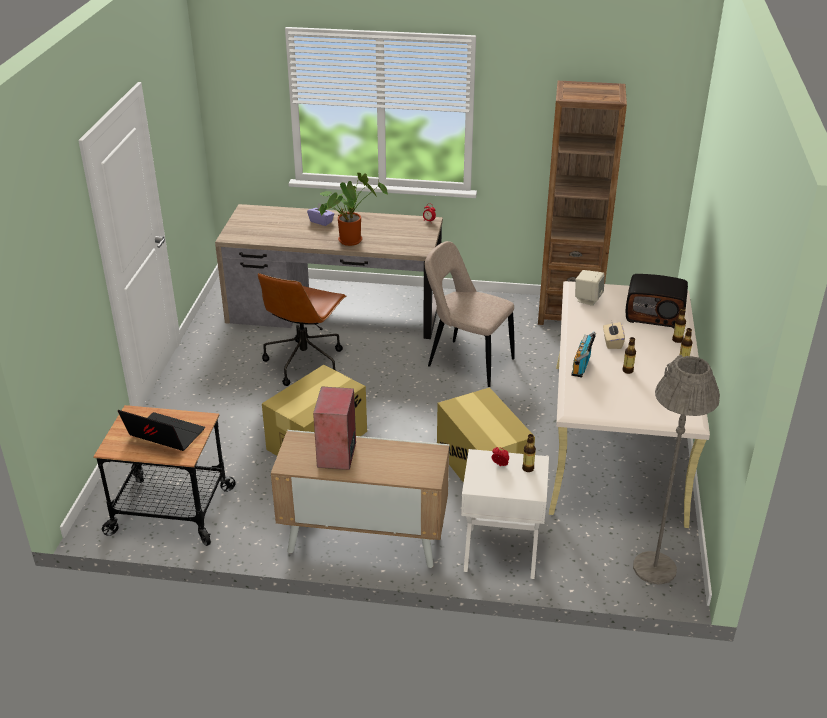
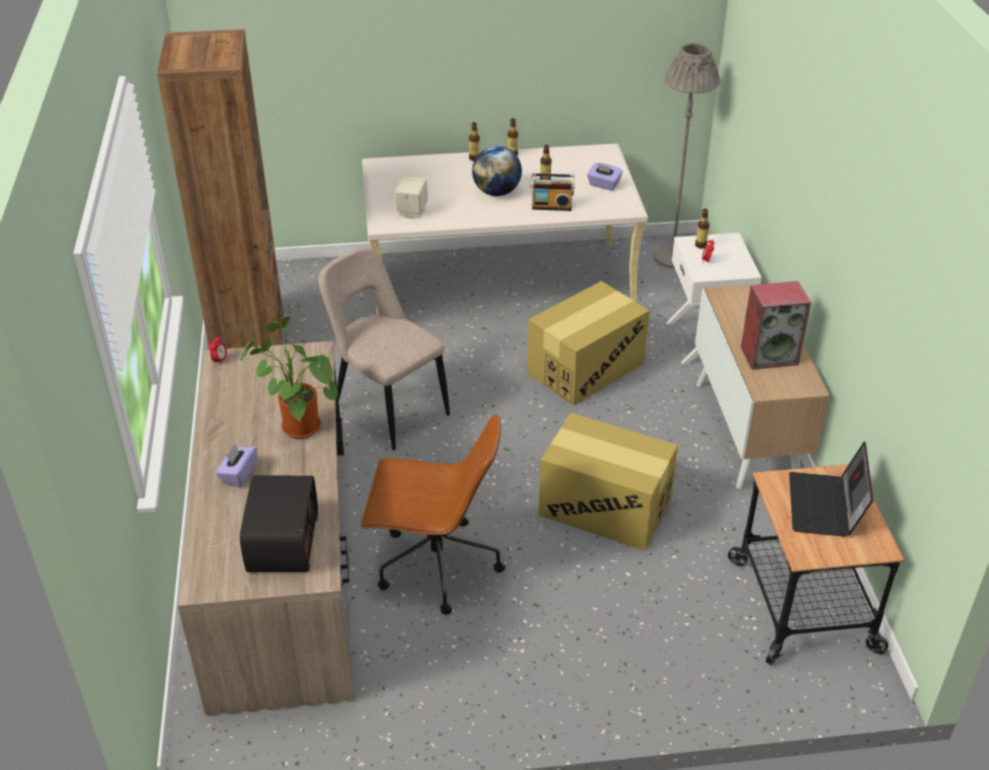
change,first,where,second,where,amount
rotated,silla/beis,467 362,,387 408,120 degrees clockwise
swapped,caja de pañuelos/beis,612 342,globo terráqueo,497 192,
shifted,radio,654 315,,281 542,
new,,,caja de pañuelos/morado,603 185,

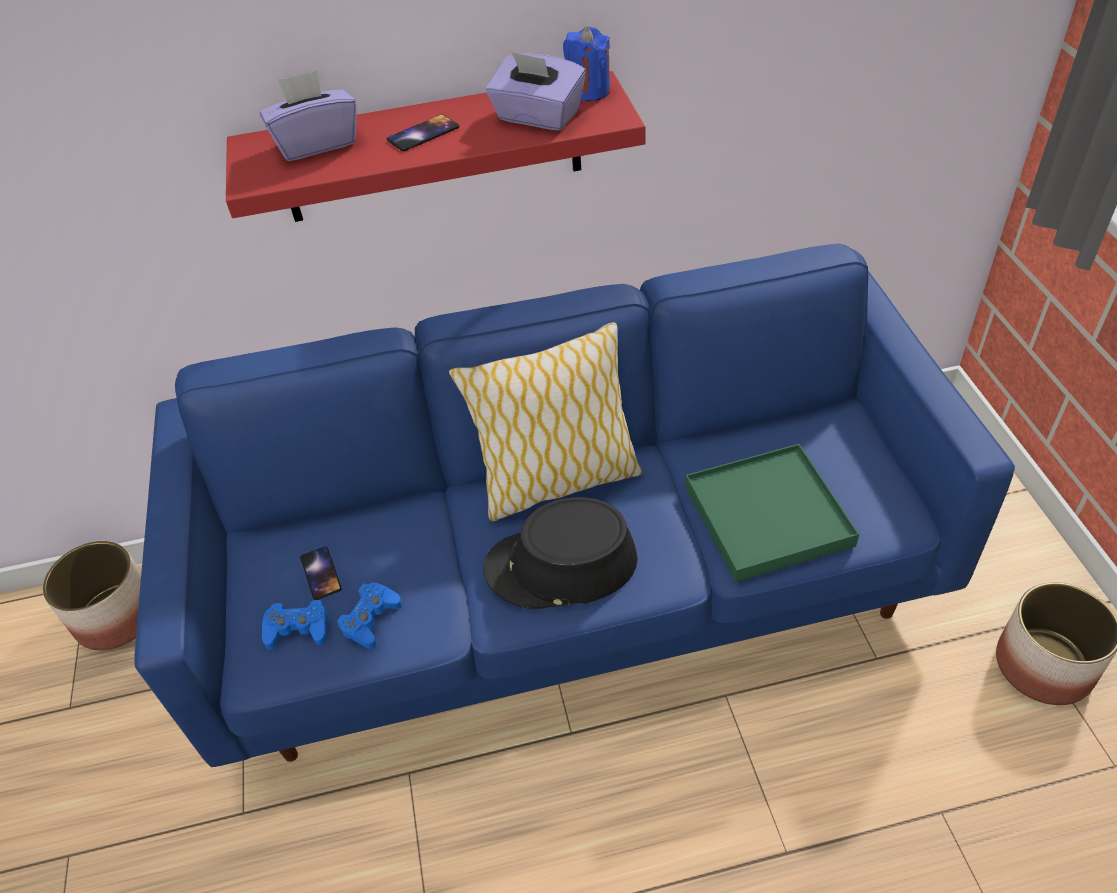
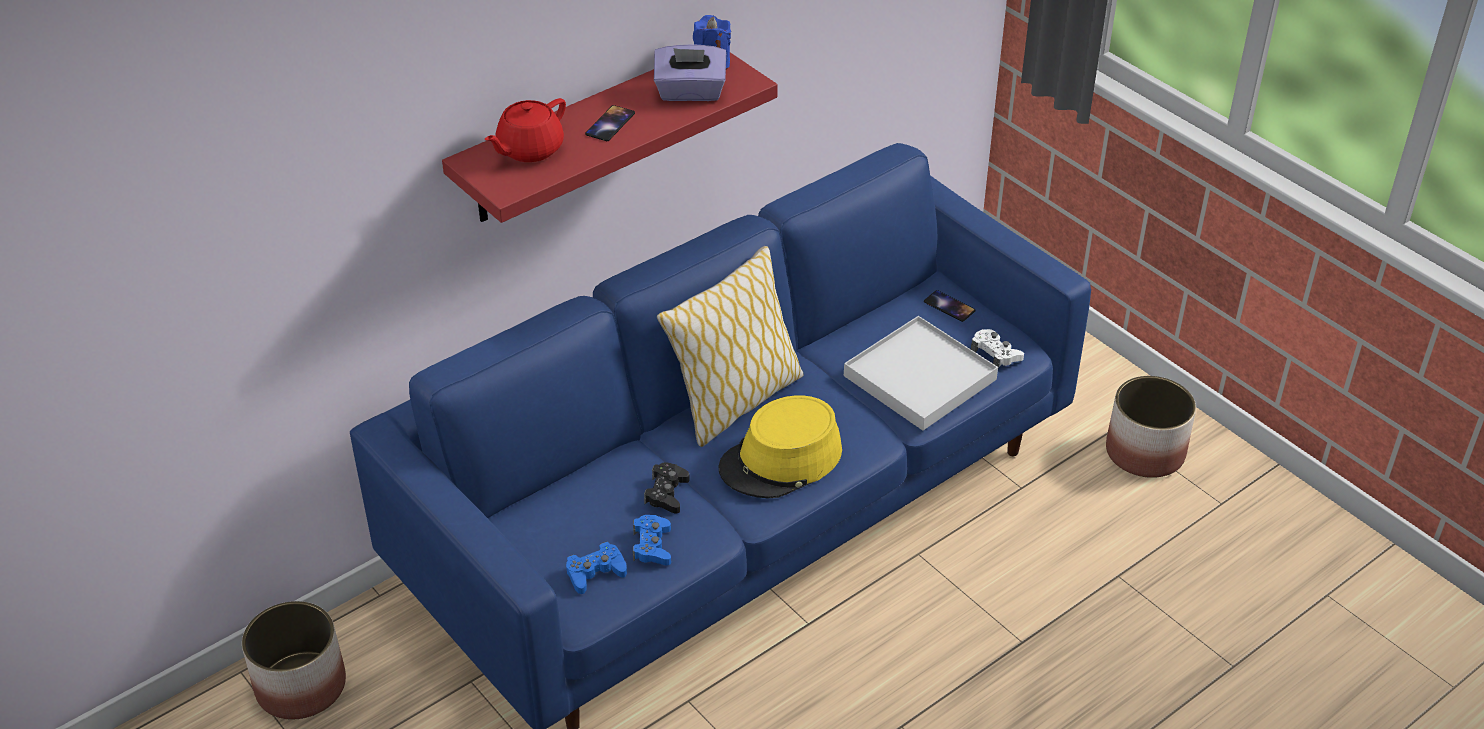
change,first,where,second,where,amount
swapped,caja de pañuelos/morado,316 144,tetera/rojo,529 149,
shifted,móvil,321 573,,949 306,
repainted,sombrero/negro,561 565,sombrero/amarillo,781 460,
repainted,bandeja/verde,768 515,bandeja/blanco,919 377,
new,,,mando de consola/negro,666 493,
new,,,mando de consola/blanco,996 354,

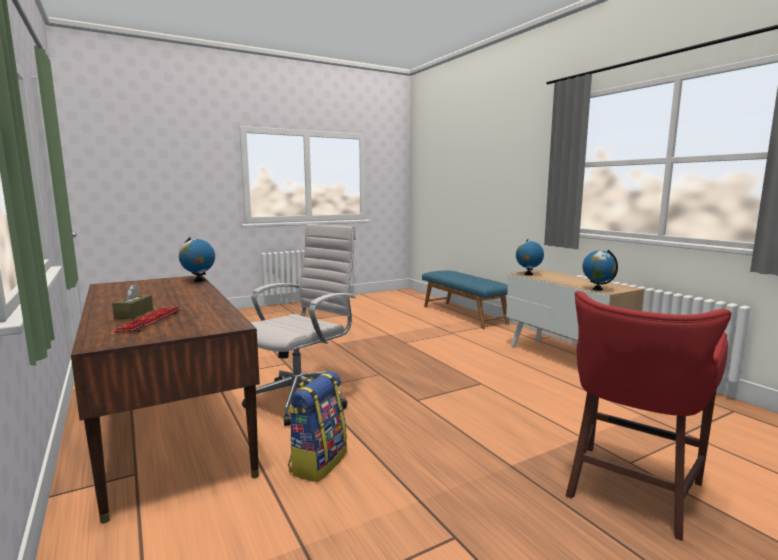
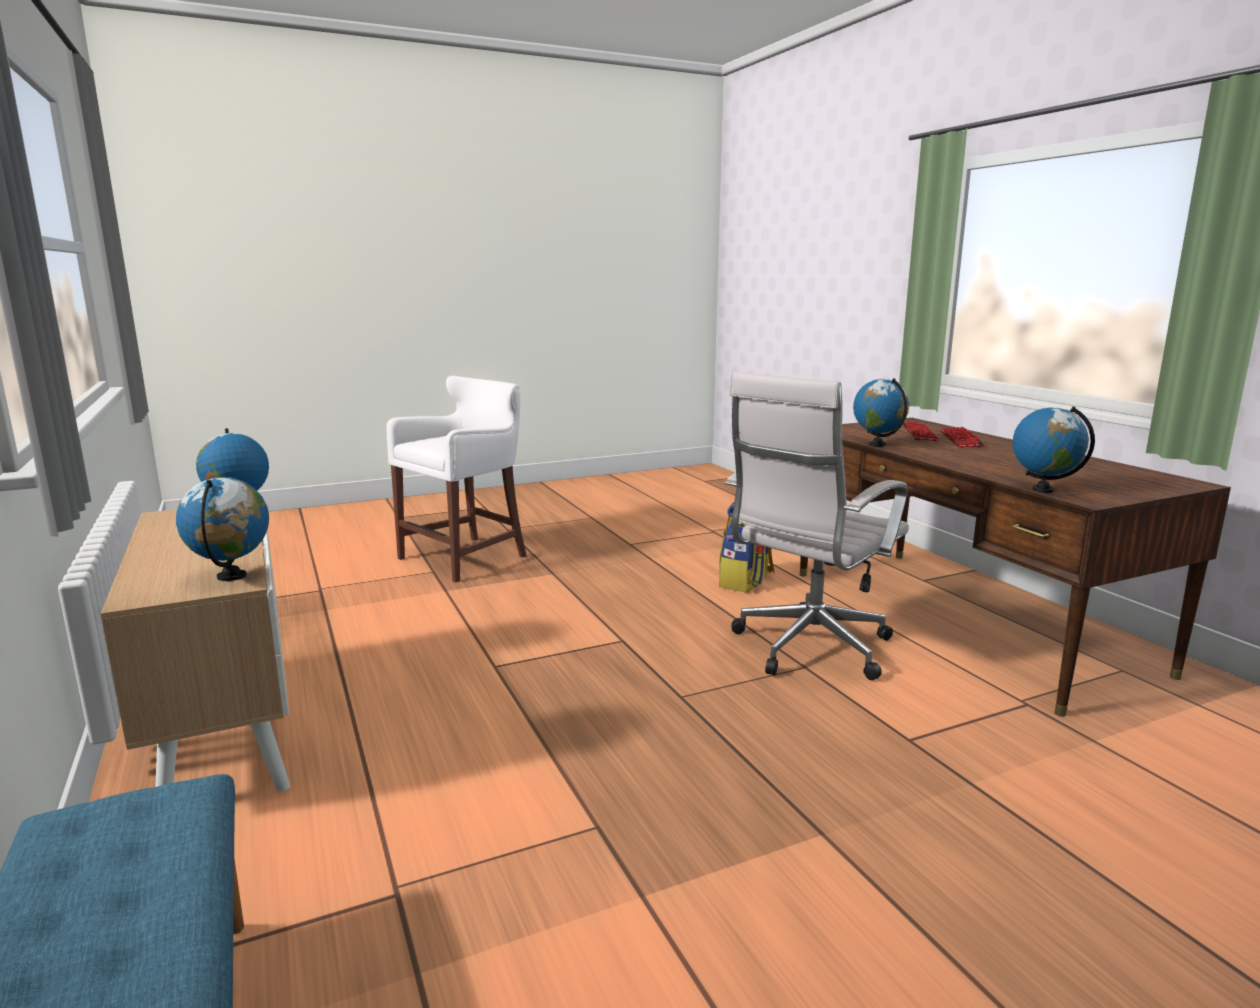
change,first,where,second,where,amount
swapped,caja de pañuelos/marrón,134 314,teclado,961 440,
repainted,taburete/rojo,630 490,taburete/blanco,467 557,
new,,,globo terráqueo,877 445,

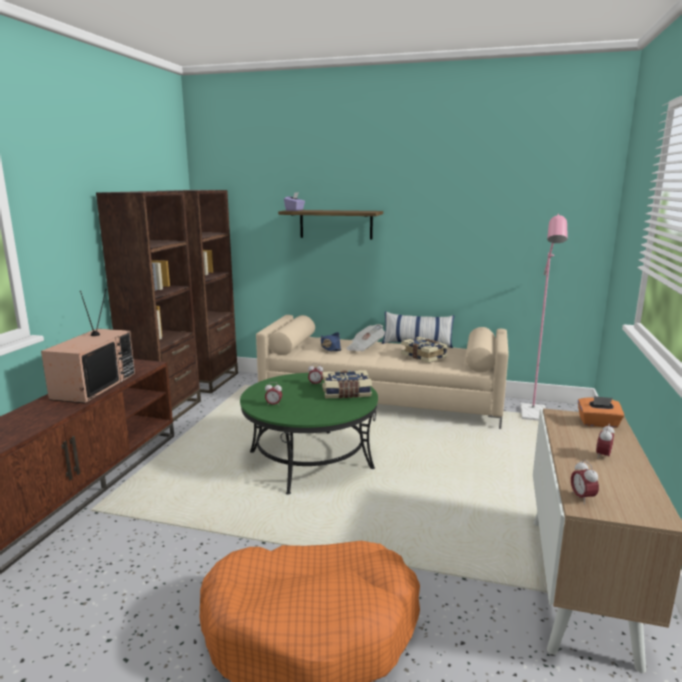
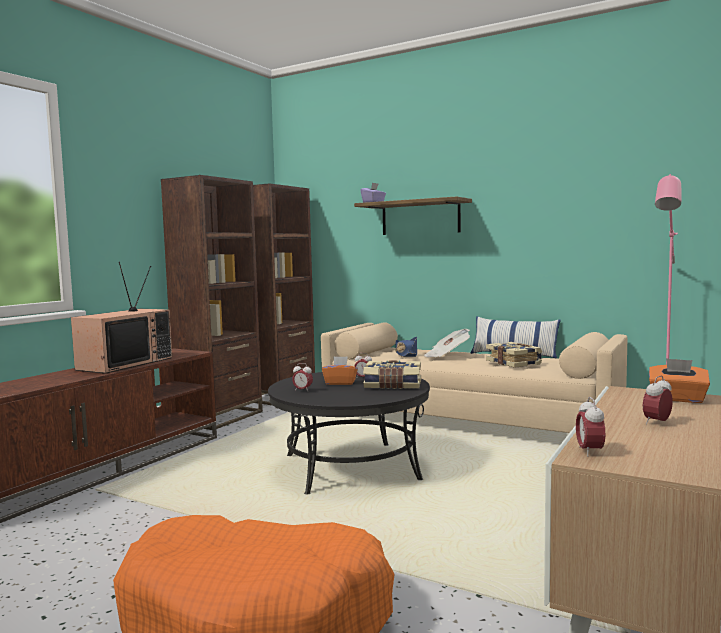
change,first,where,second,where,amount
repainted,mesa de centro/verde,310 460,mesa de centro/negro,351 467,
new,,,caja de pañuelos/naranja,340 383,

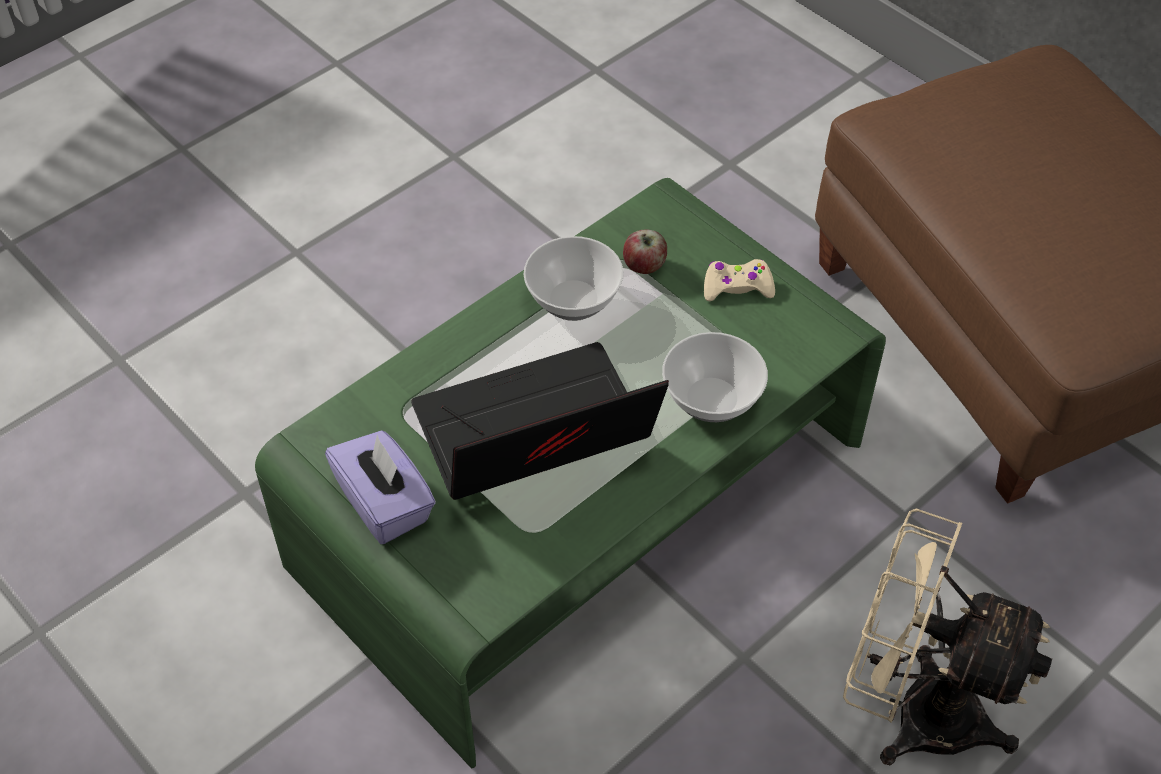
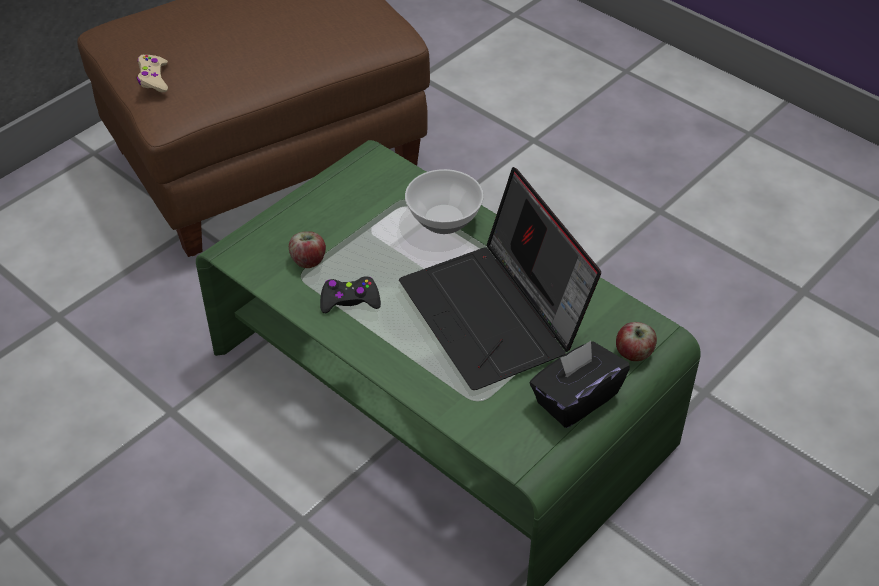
change,first,where,second,where,amount
repainted,caja de pañuelos/morado,385 504,caja de pañuelos/negro,576 399,
swapped,cuenco,575 301,mando de consola/negro,349 300,
shifted,mando de consola/beis,737 287,,153 78,
gone,ventilador/beis,914 710,,,
new,,,manzana,634 353,

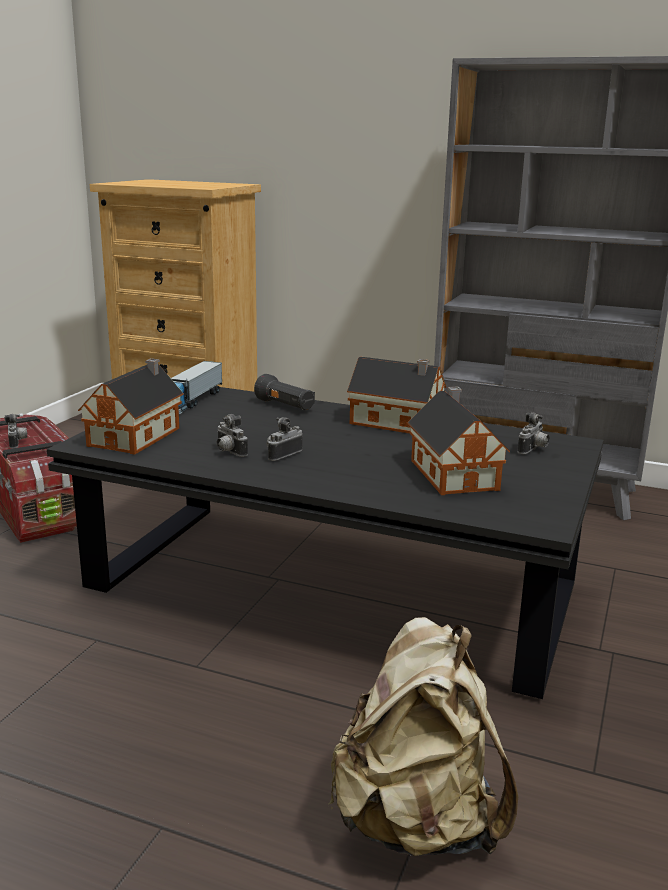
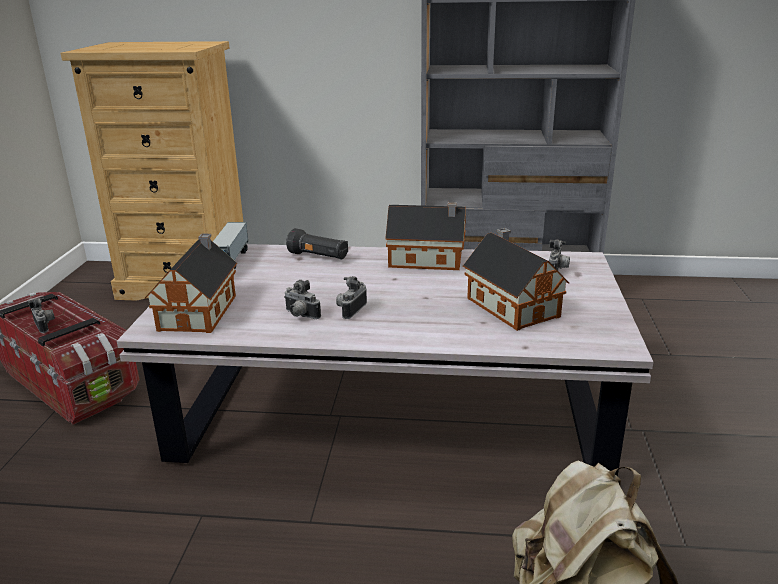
change,first,where,second,where,amount
repainted,mesa de centro/negro,332 590,mesa de centro/blanco,392 417,

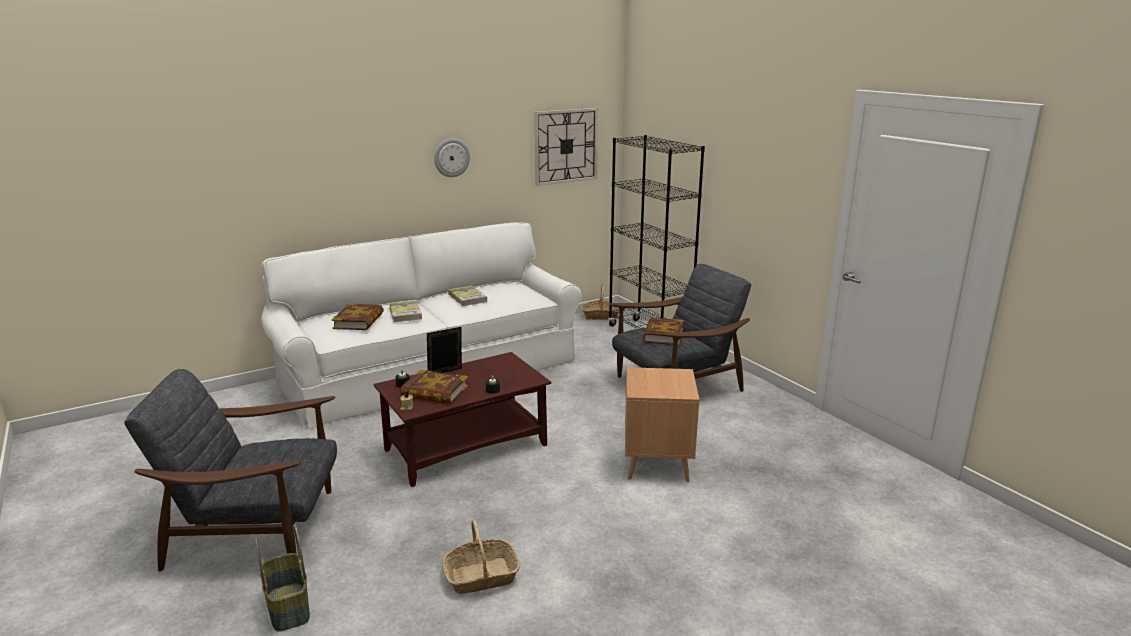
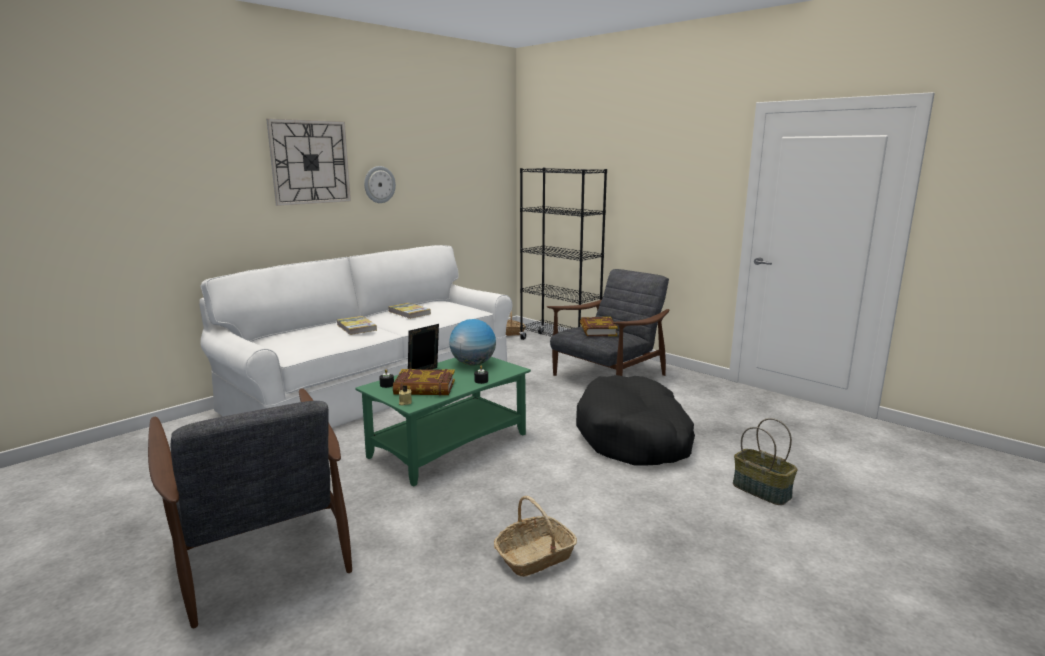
change,first,where,second,where,amount
rotated,sillón/gris,257 529,,260 551,105 degrees counterclockwise
shifted,cesta,289 607,,762 490,
gone,libro,359 321,,,
repainted,mesa de centro/marrón,467 447,mesa de centro/verde,449 445,
shifted,reloj de pared,566 146,,310 162,
swapped,mesa auxiliar/marrón,657 464,cama para perro/negro,634 437,
new,,,globo terráqueo,473 364,

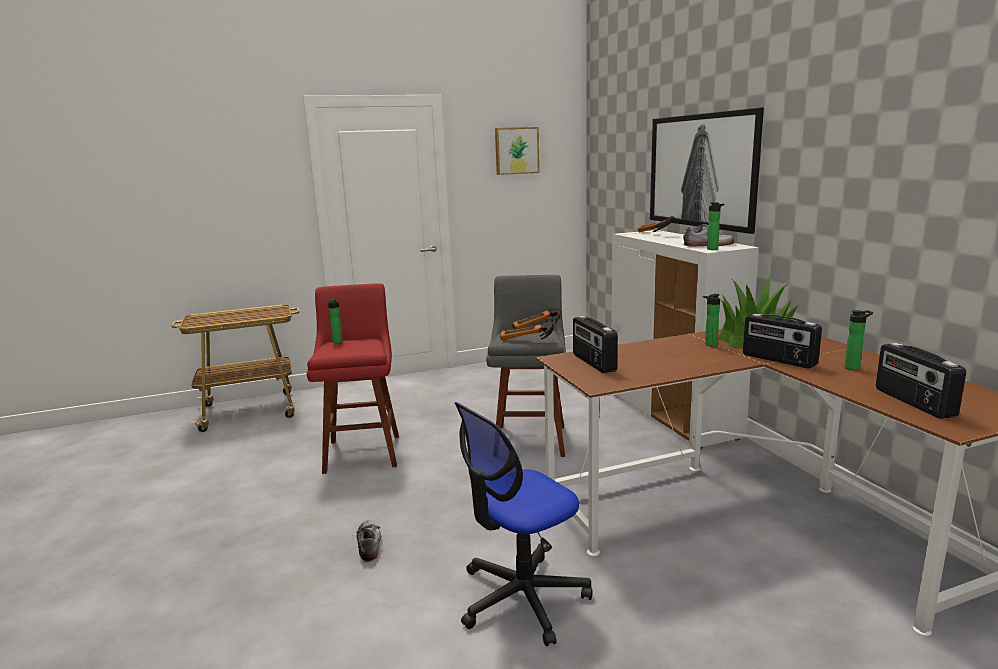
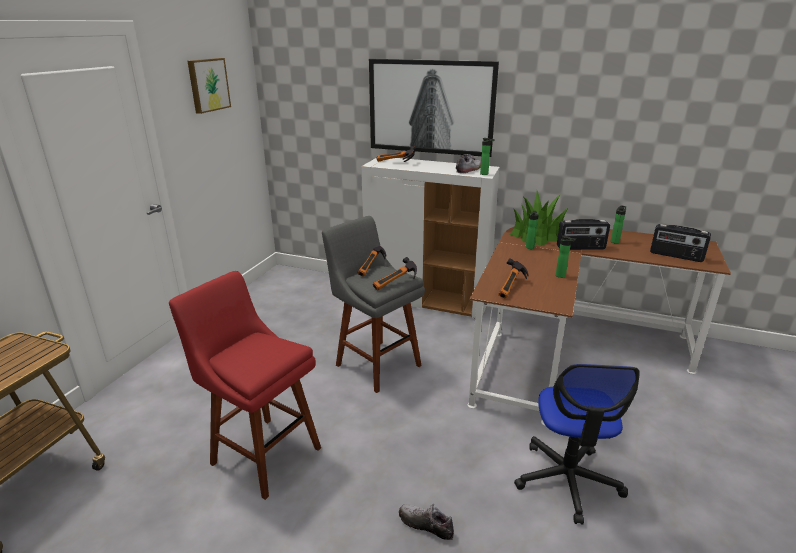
change,first,where,second,where,amount
shifted,botella,337 342,,562 276,
swapped,radio,593 363,martillo,513 288,

